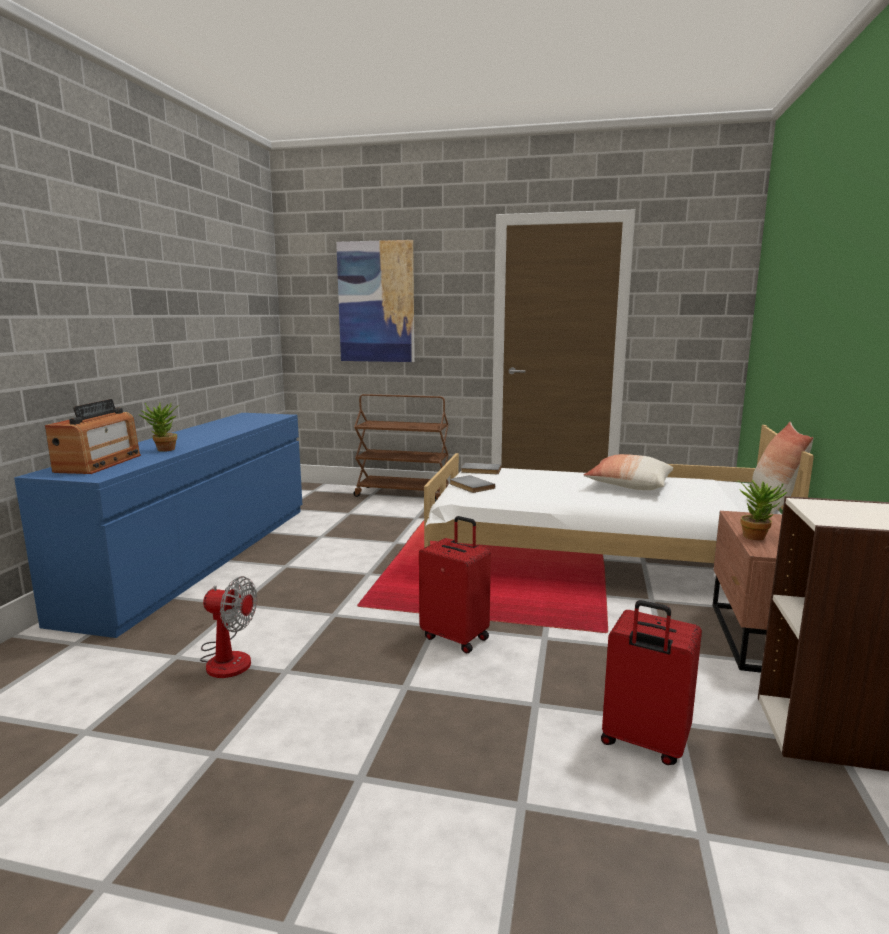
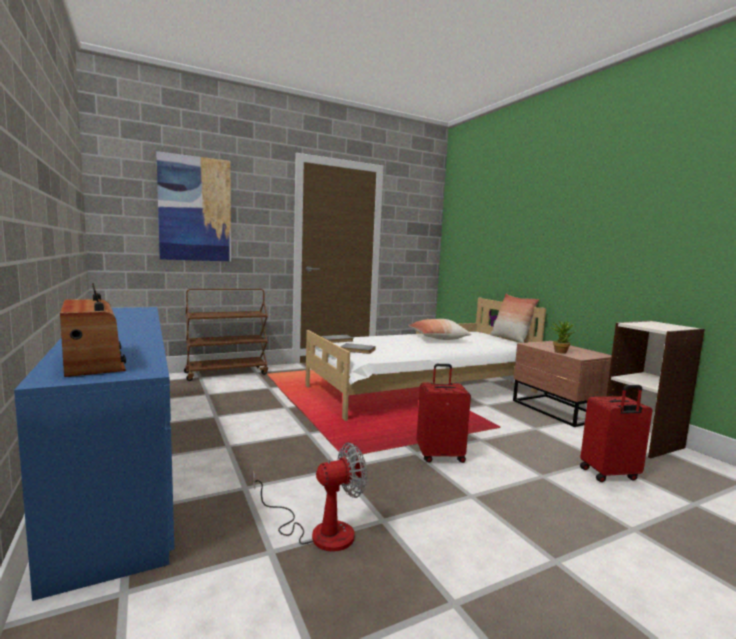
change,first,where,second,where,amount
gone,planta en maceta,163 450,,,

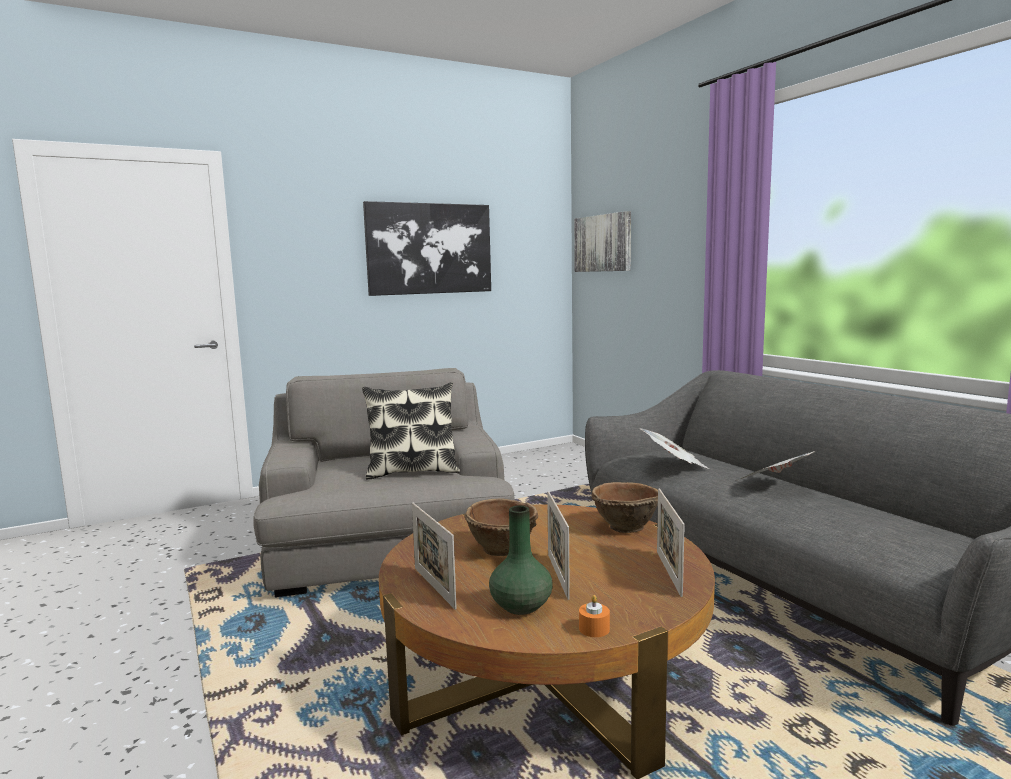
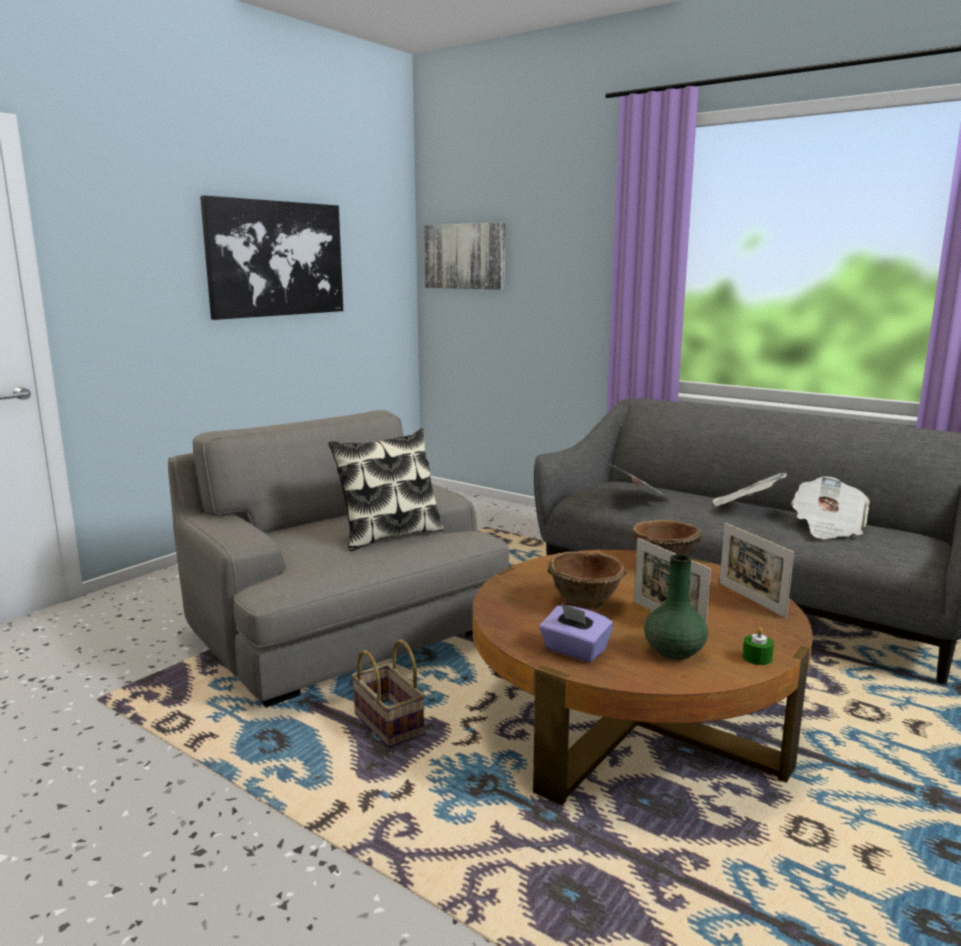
change,first,where,second,where,amount
swapped,portarretratos,434 587,caja de pañuelos/morado,574 651,
repainted,vela/naranja,594 629,vela/verde,757 658,
new,,,cesta,386 724,
new,,,periódico,827 528,

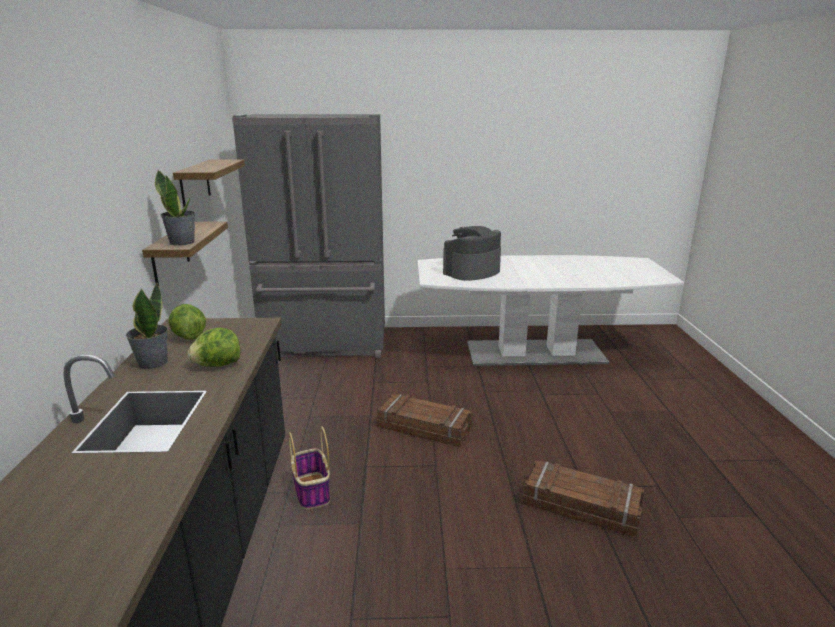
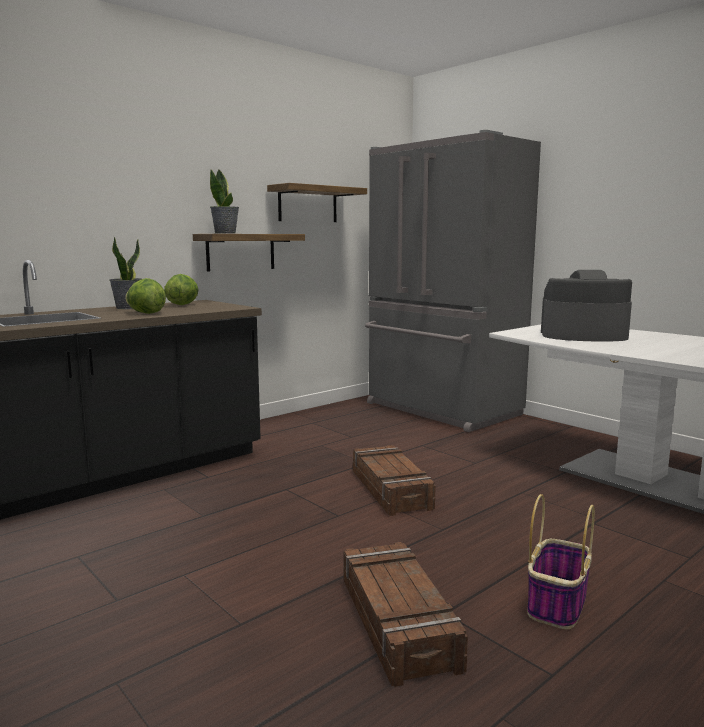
change,first,where,second,where,amount
shifted,cesta,311 491,,557 603,

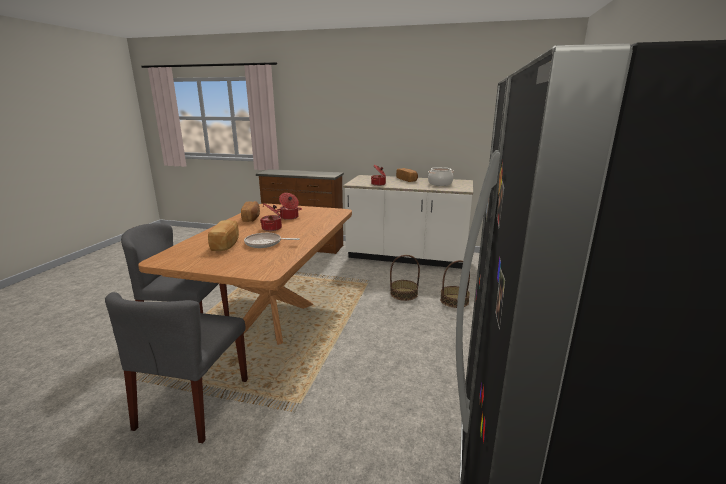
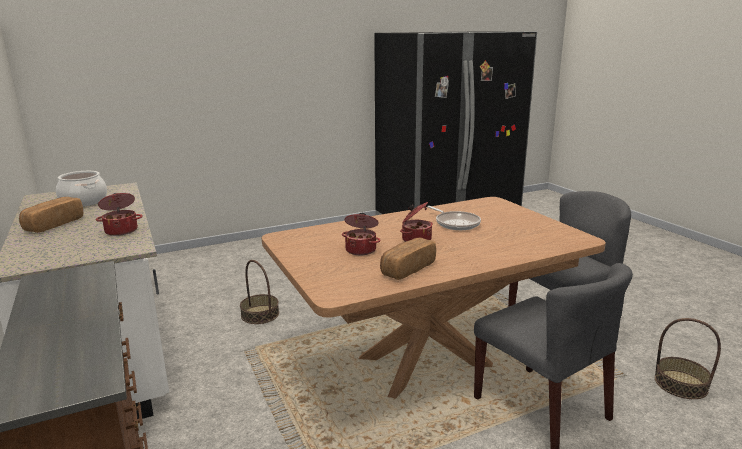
change,first,where,second,where,amount
gone,pan,226 244,,,
shifted,cesta,454 301,,680 384,

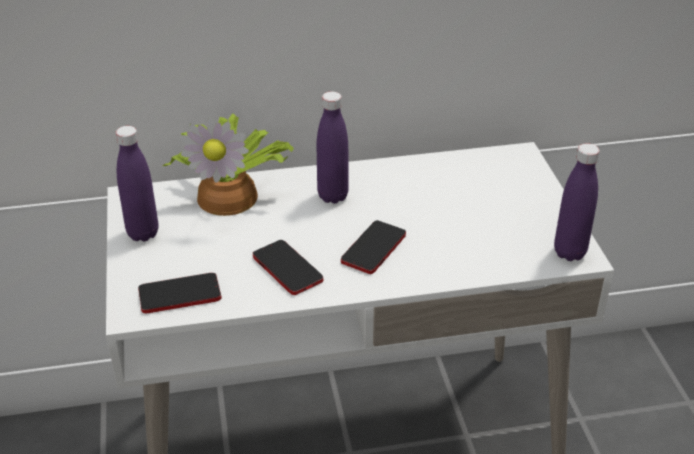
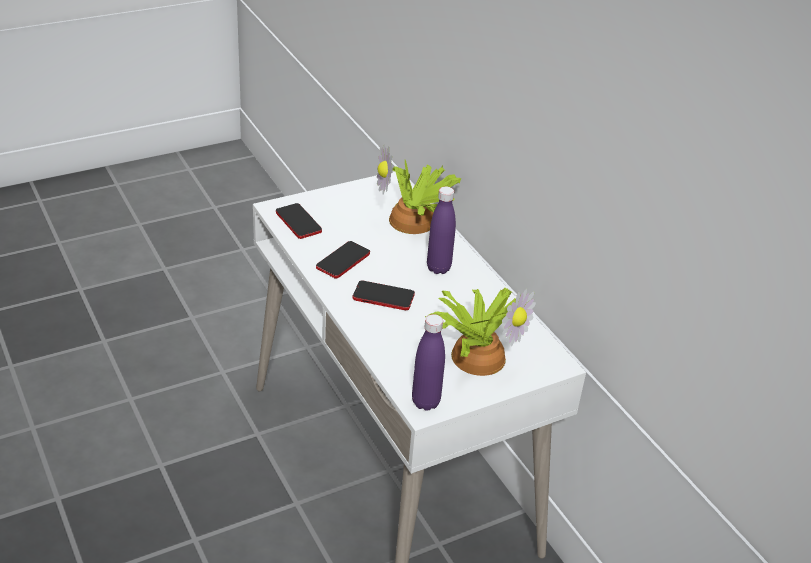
change,first,where,second,where,amount
gone,botella/morado,143 233,,,
new,,,planta en maceta,477 354,

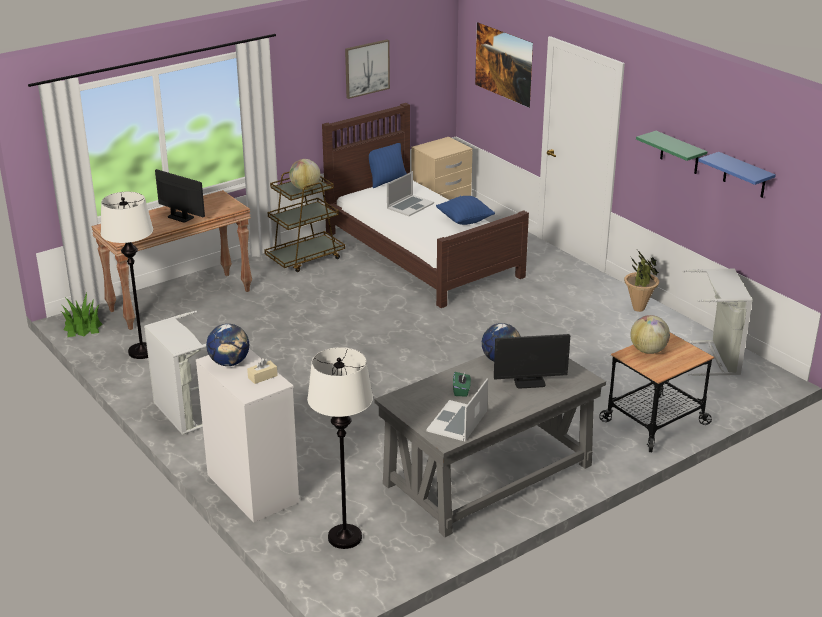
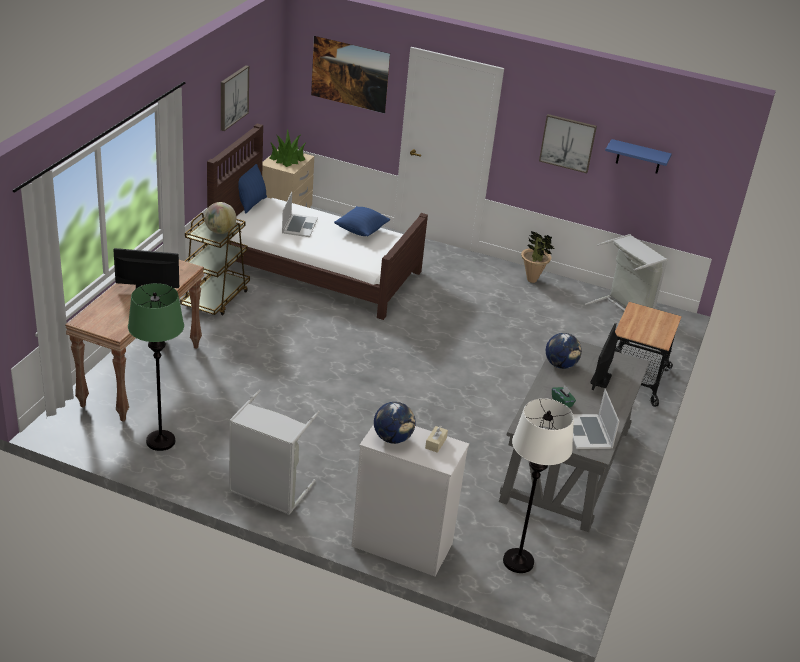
change,first,where,second,where,amount
shifted,planta en maceta,82 327,,287 158,
repainted,lámpara de pie/blanco,142 352,lámpara de pie/verde,160 441,
rotated,monitor,529 382,,601 379,150 degrees clockwise
gone,globo terráqueo,648 350,,,
swapped,estante/verde,679 153,cuadro,567 143,

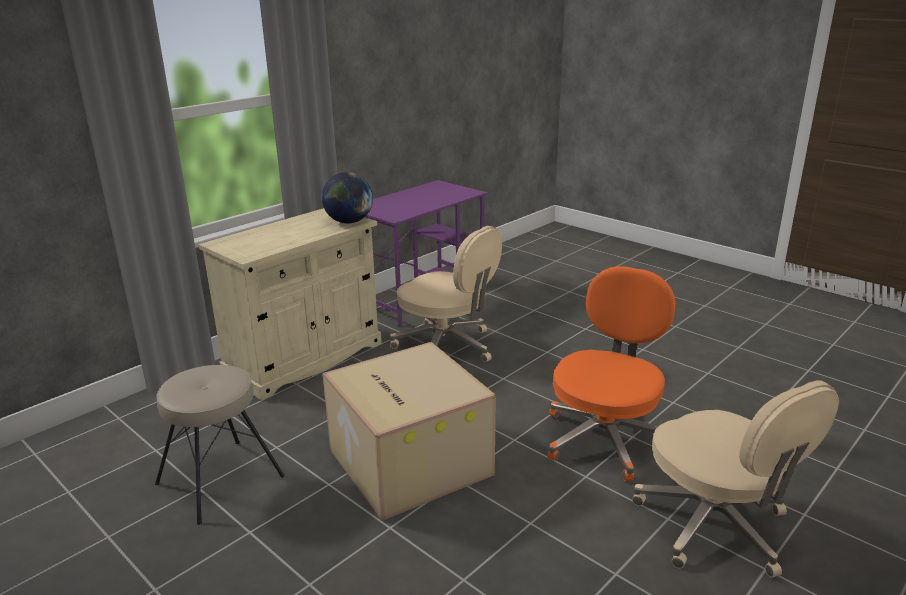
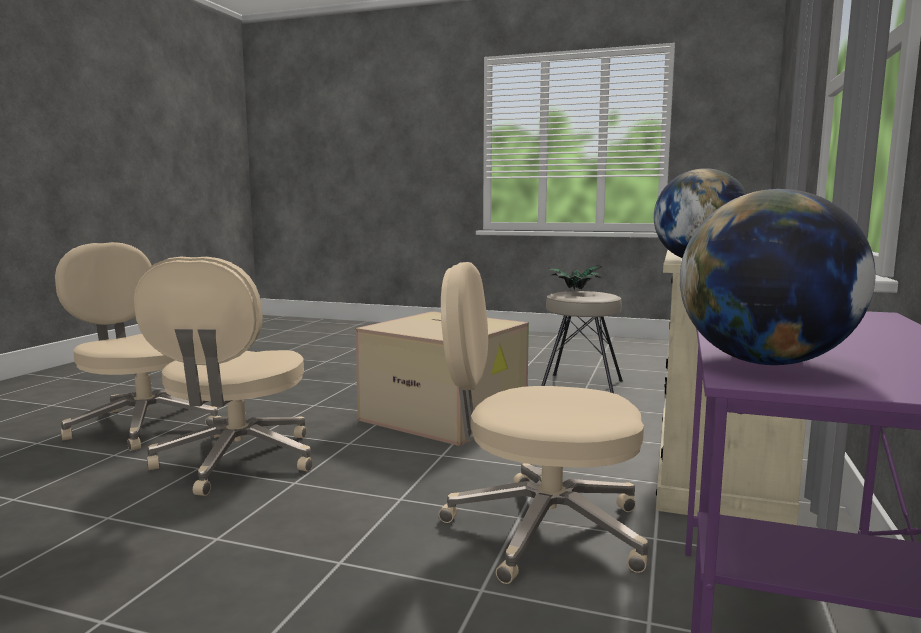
change,first,where,second,where,amount
repainted,silla de oficina/naranja,605 437,silla de oficina/beis,236 461,
new,,,planta en maceta,574 291,
new,,,globo terráqueo,765 362,

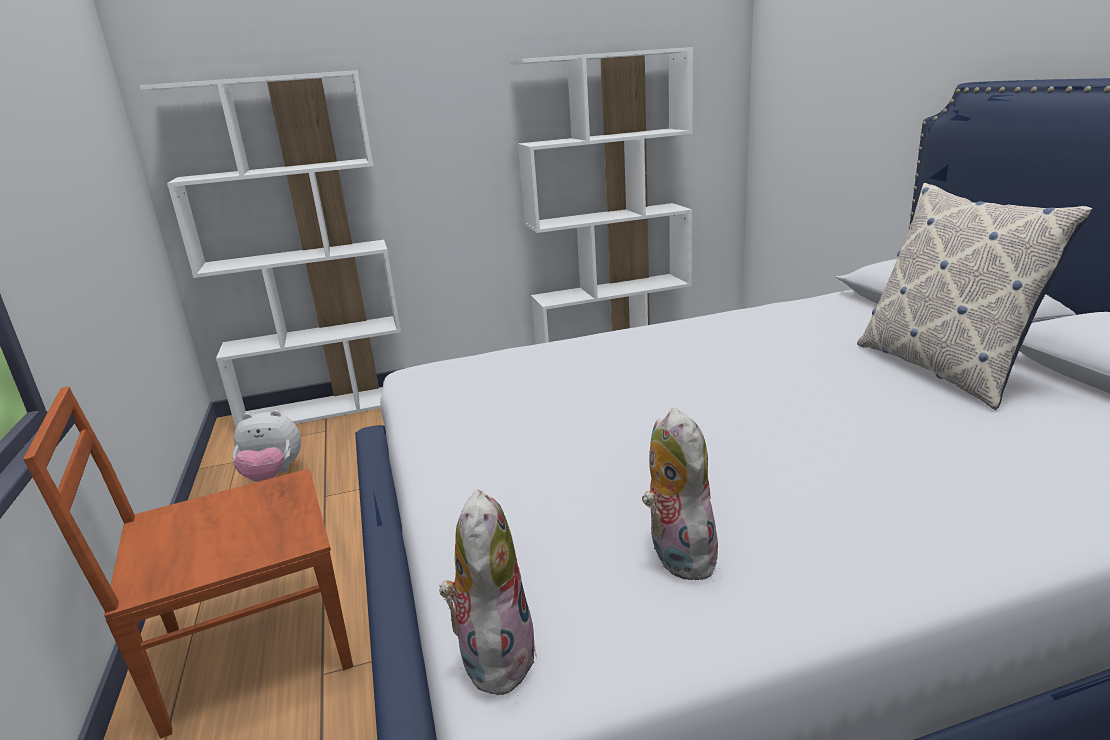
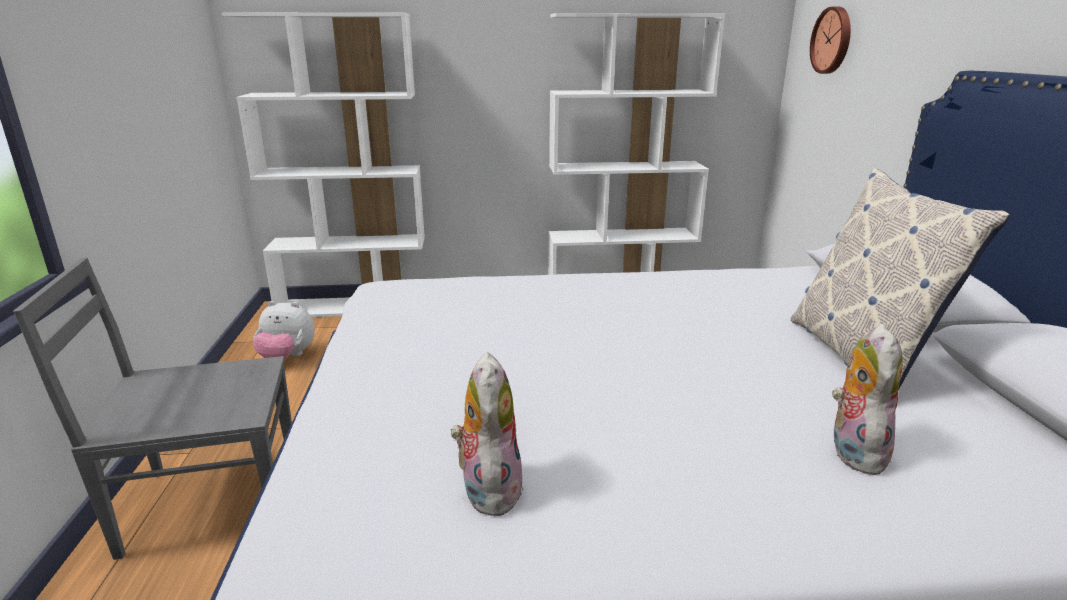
change,first,where,second,where,amount
repainted,silla/marrón,250 650,silla/gris,209 502,
shifted,peluche,493 654,,852 451,
new,,,reloj de pared,833 40,

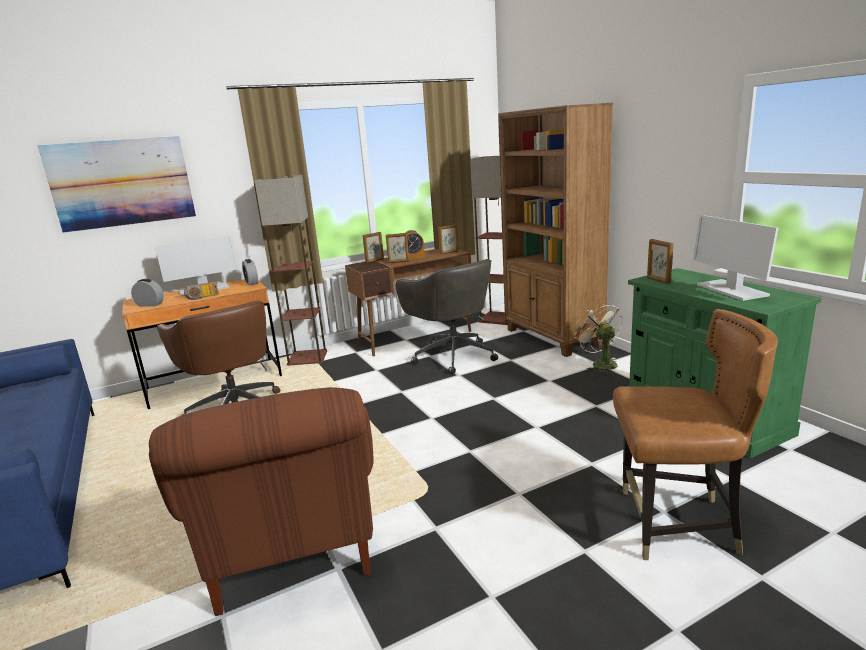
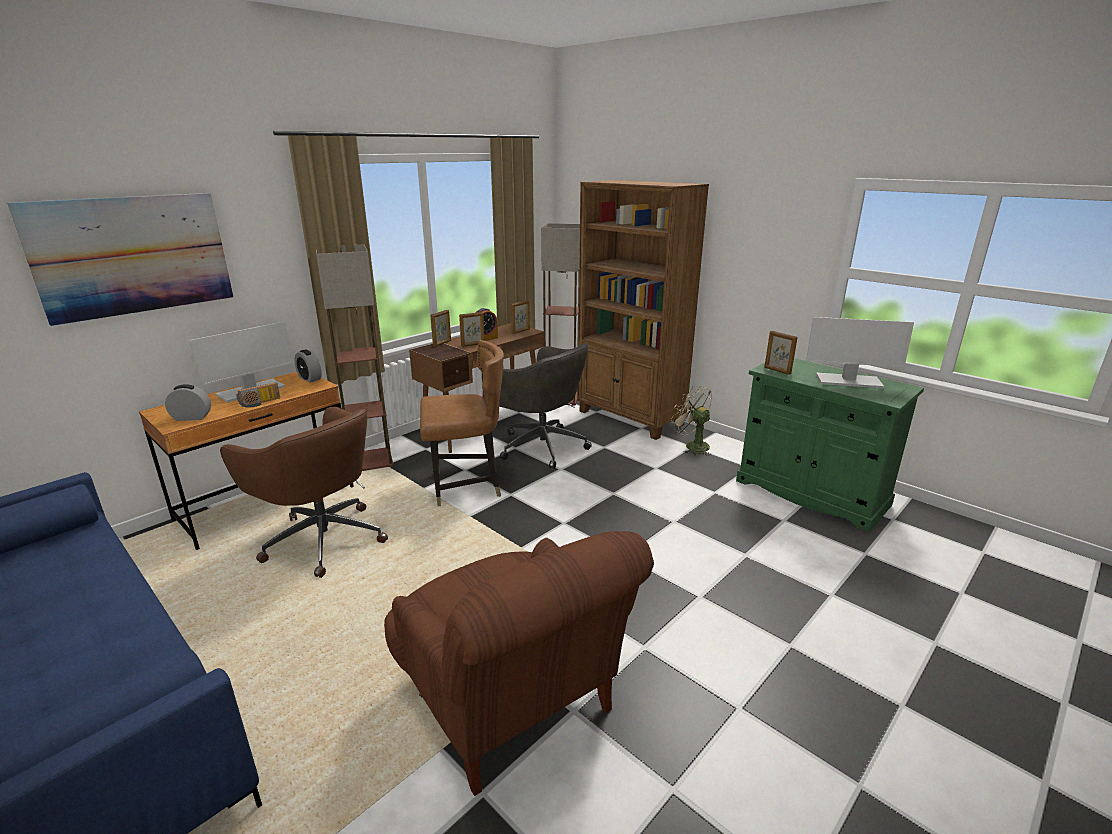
change,first,where,second,where,amount
shifted,silla/marrón,677 525,,466 486,
rotated,monitor,730 290,,848 381,45 degrees counterclockwise

